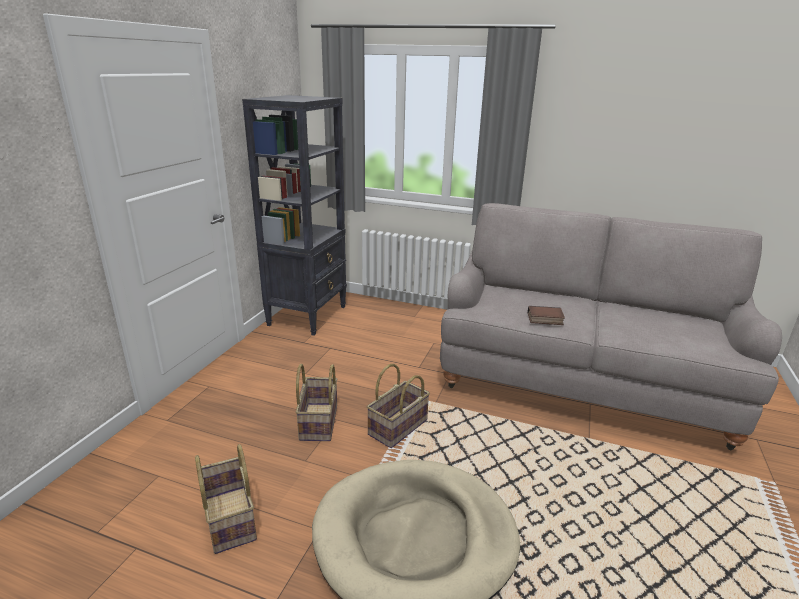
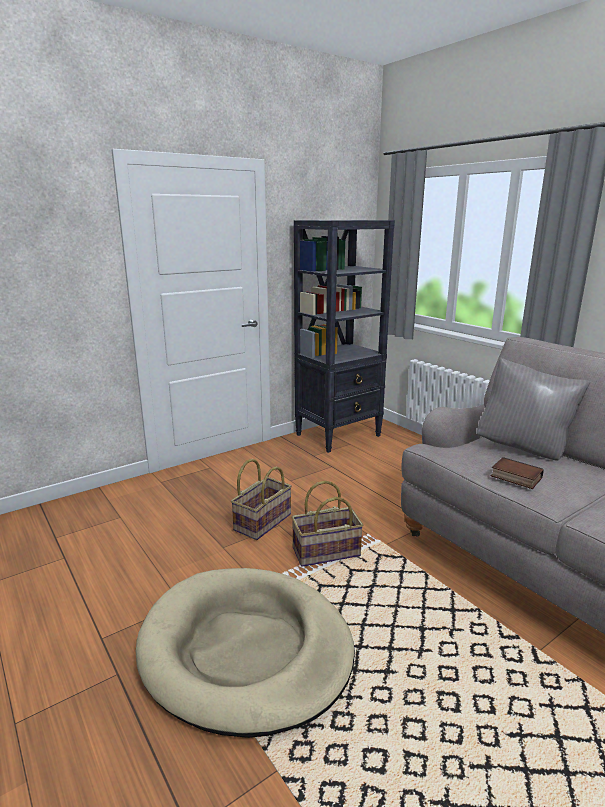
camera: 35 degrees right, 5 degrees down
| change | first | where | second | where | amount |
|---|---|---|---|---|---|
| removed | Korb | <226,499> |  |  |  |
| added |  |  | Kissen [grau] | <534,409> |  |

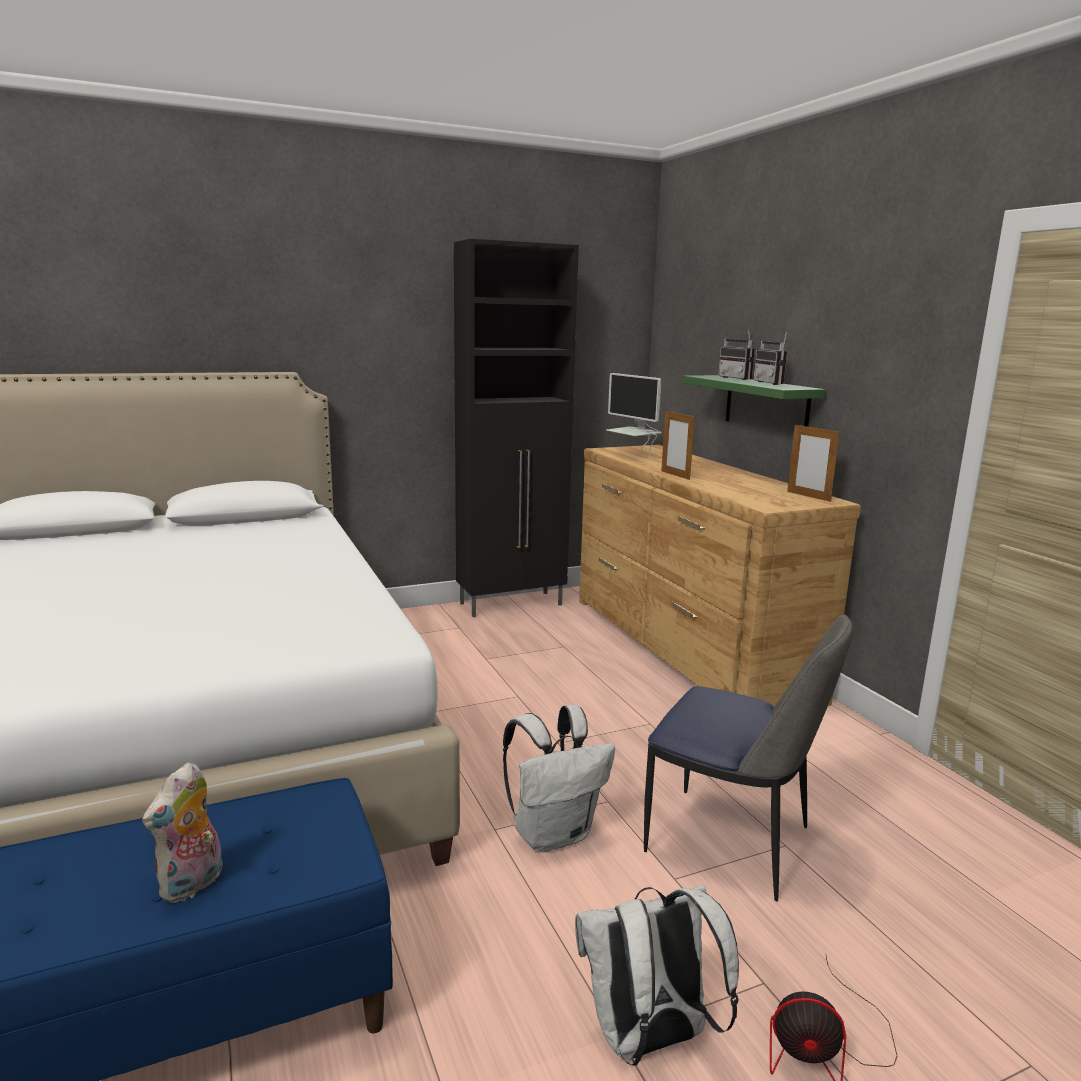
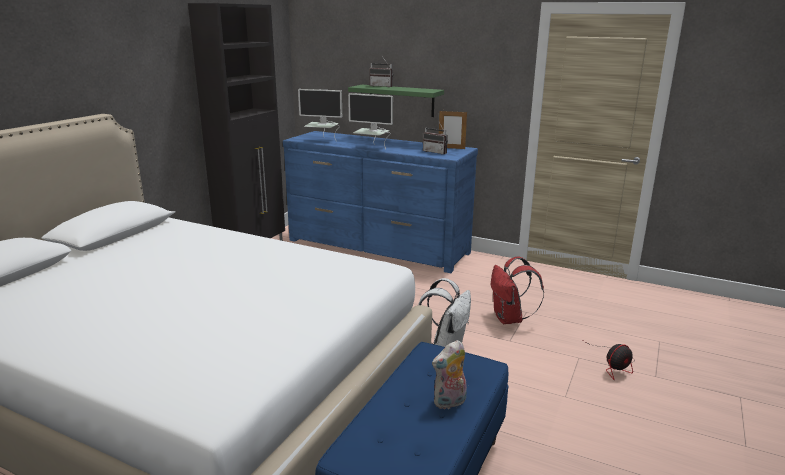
camera: 40 degrees left, 5 degrees up
| change | first | where | second | where | amount |
|---|---|---|---|---|---|
| removed | Rucksack [weiß] | <657,975> |  |  |  |
| moved | Radio | <770,358> |  | <435,138> |  |
| replaced | Stuhl | <748,757> | Rucksack [rot] | <517,290> |  |
| replaced | Bilderrahmen | <678,444> | Monitor | <370,121> |  |
| recoloured | Kommode [braun] | <720,576> | Kommode [blau] | <380,202> |  |
| turned | Plüschtier | <182,832> |  | <449,374> | 75 degrees clockwise |

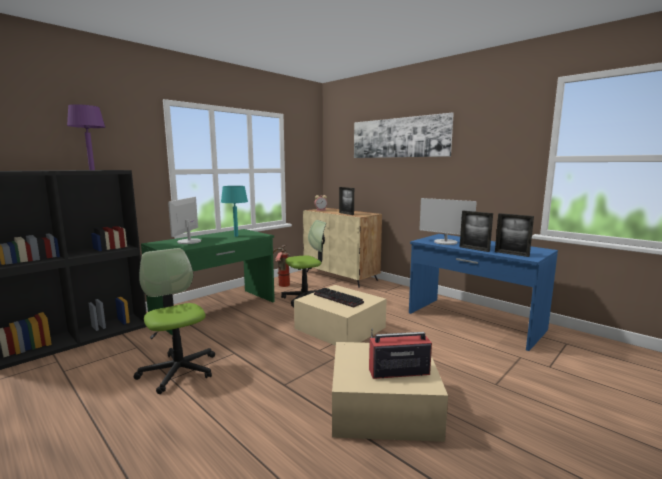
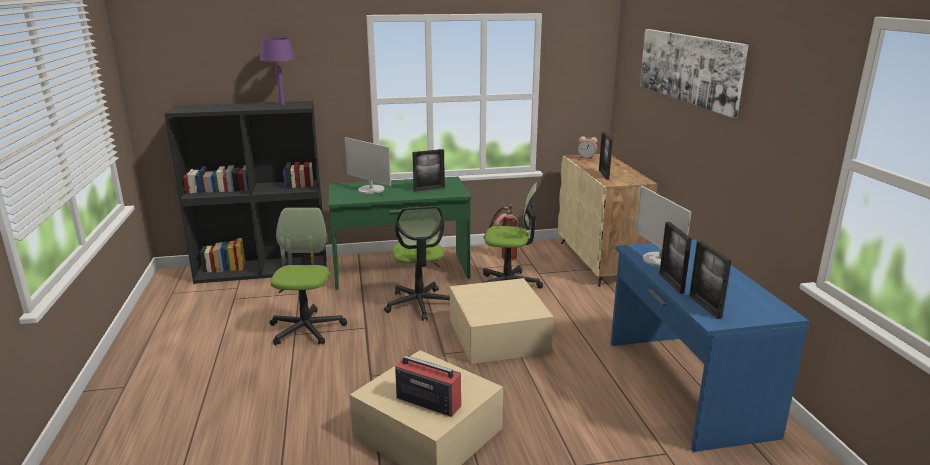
camera: 35 degrees right, 10 degrees up
| change | first | where | second | where | amount |
|---|---|---|---|---|---|
| removed | Tastatur | <339,298> |  |  |  |
| added |  |  | Bürostuhl | <417,263> |  |
| replaced | Tischlampe [türkis] | <234,211> | Bilderrahmen | <428,170> |  |
| turned | Monitor | <184,220> |  | <368,165> | 90 degrees counterclockwise |

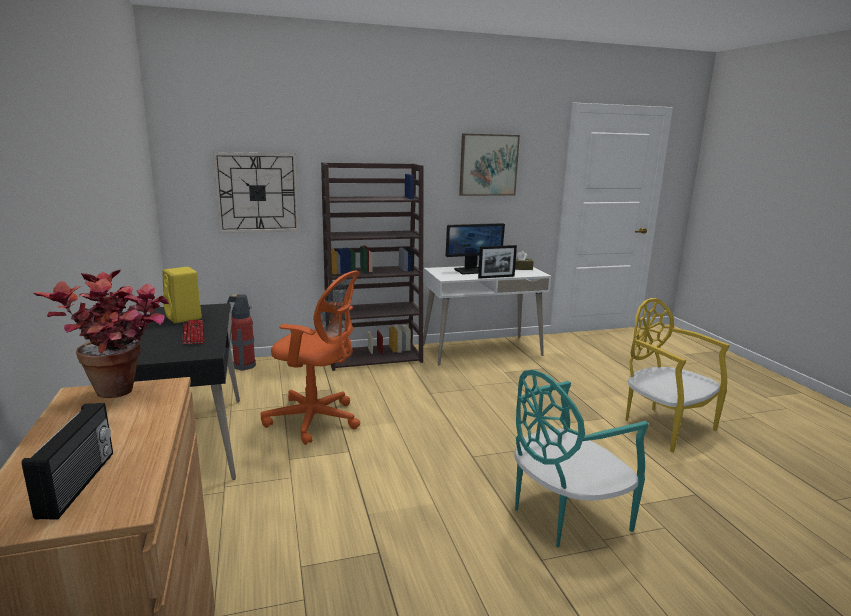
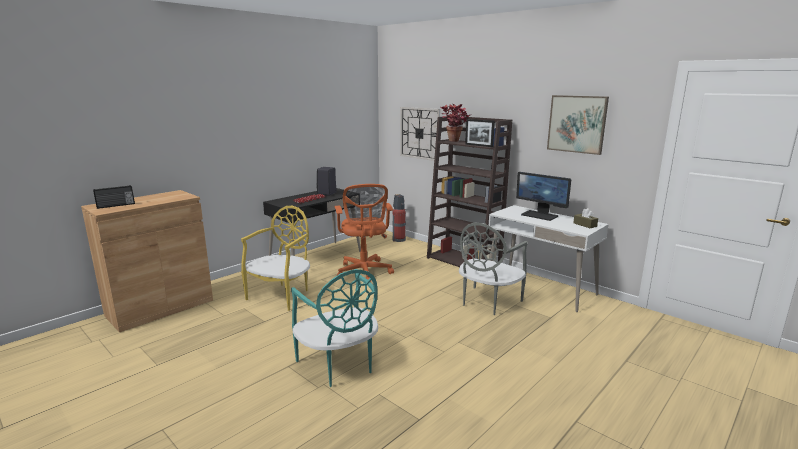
camera: 60 degrees right, 0 degrees up
| change | first | where | second | where | amount |
|---|---|---|---|---|---|
| added |  |  | Stuhl [grau] | <493,268> |  |
| moved | Topfpflanze | <101,334> |  | <455,123> |  |
| moved | Bilderrahmen | <497,262> |  | <480,133> |  |
| moved | Stuhl [gelb] | <678,375> |  | <275,258> |  |
| recoloured | Lautsprecher [gelb] | <182,295> | Lautsprecher [schwarz] | <326,181> |  |
| turned | Stuhl [türkis] | <581,458> |  | <334,328> | 150 degrees counterclockwise |

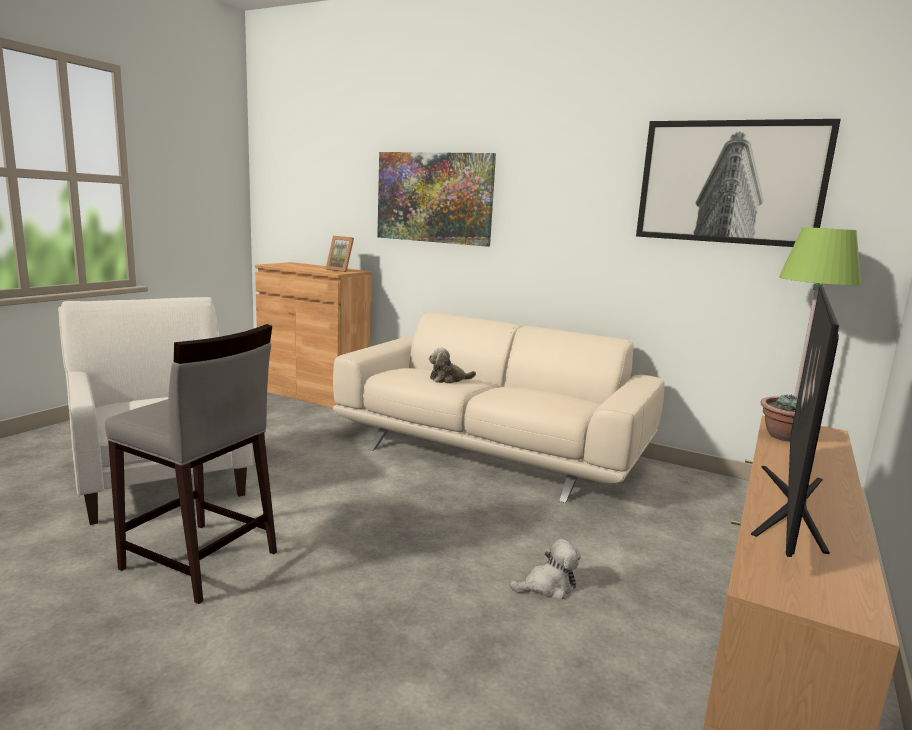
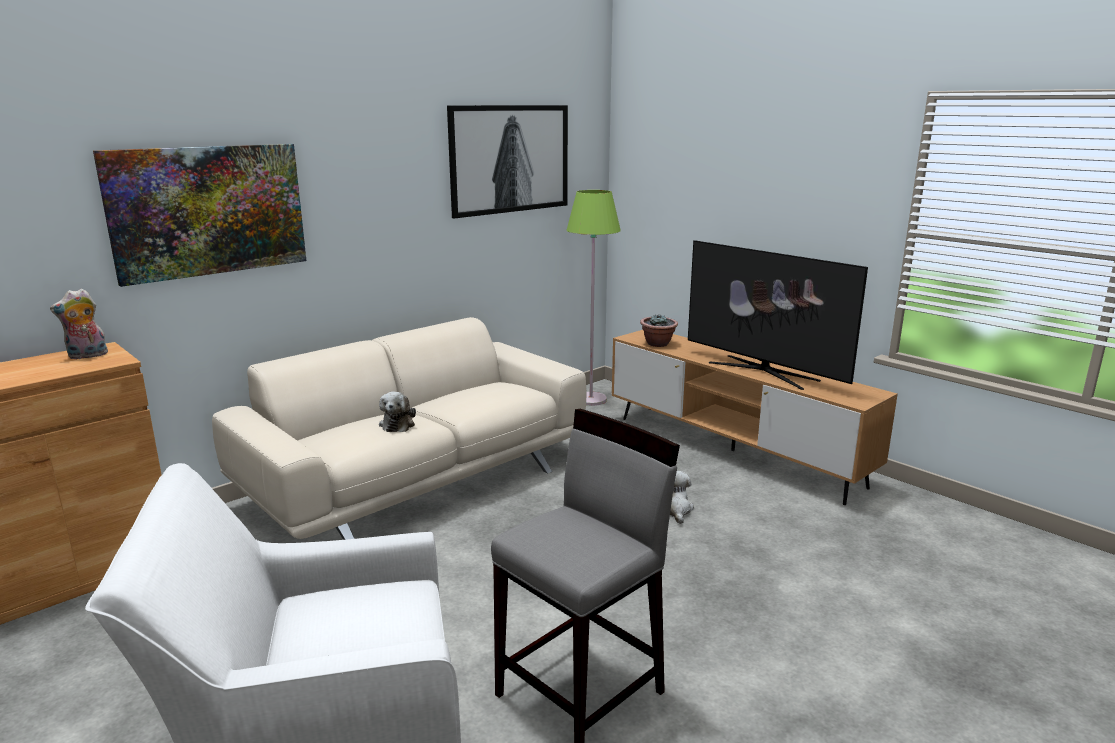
camera: 70 degrees left, 5 degrees up
| change | first | where | second | where | amount |
|---|---|---|---|---|---|
| replaced | Bilderrahmen | <340,254> | Plüschtier | <79,323> |  |

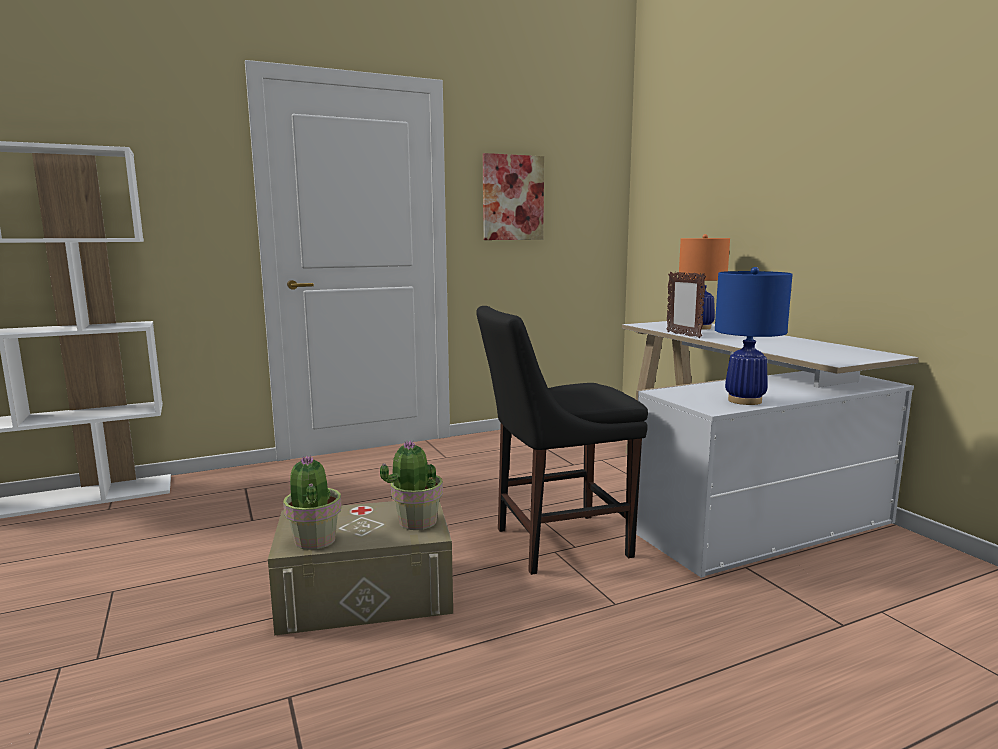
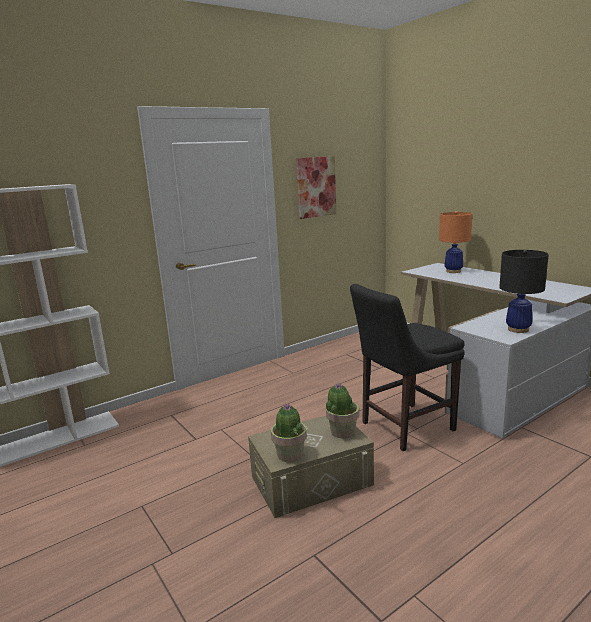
camera: 10 degrees left, 5 degrees up
| change | first | where | second | where | amount |
|---|---|---|---|---|---|
| removed | Bilderrahmen | <686,305> |  |  |  |
| recoloured | Tischlampe [blau] | <754,336> | Tischlampe [schwarz] | <524,291> |  |

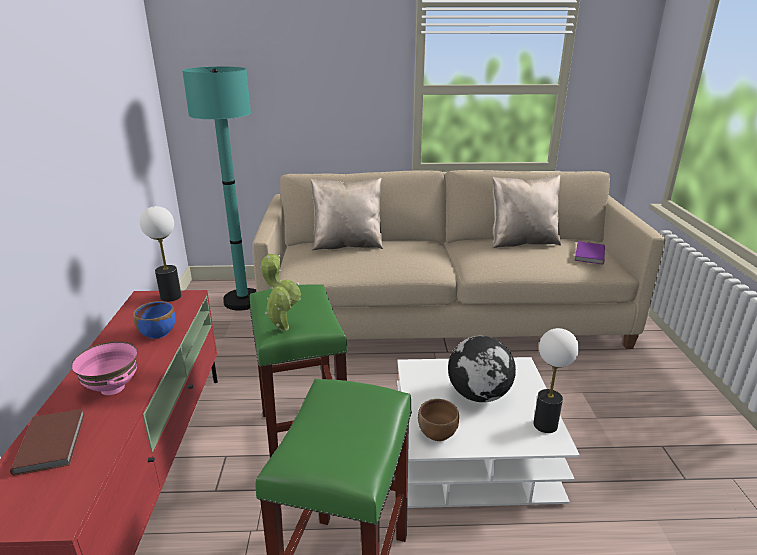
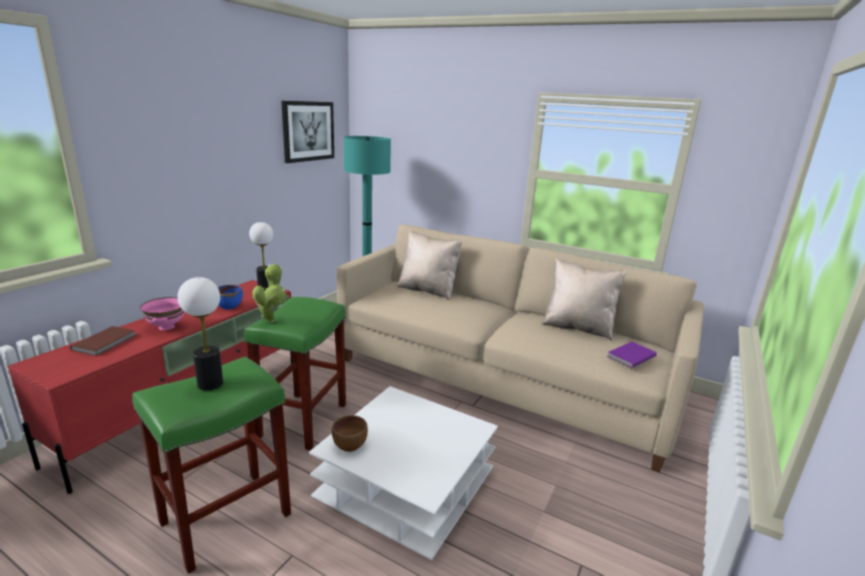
camera: 30 degrees right, 5 degrees down
| change | first | where | second | where | amount |
|---|---|---|---|---|---|
| removed | Globus | <482,369> |  |  |  |
| added |  |  | Bild | <307,132> |  |
| moved | Tischlampe | <556,380> |  | <200,333> |  |

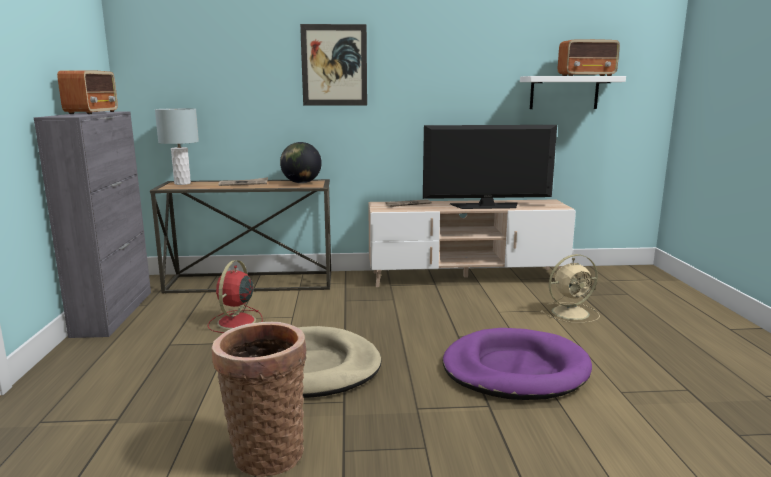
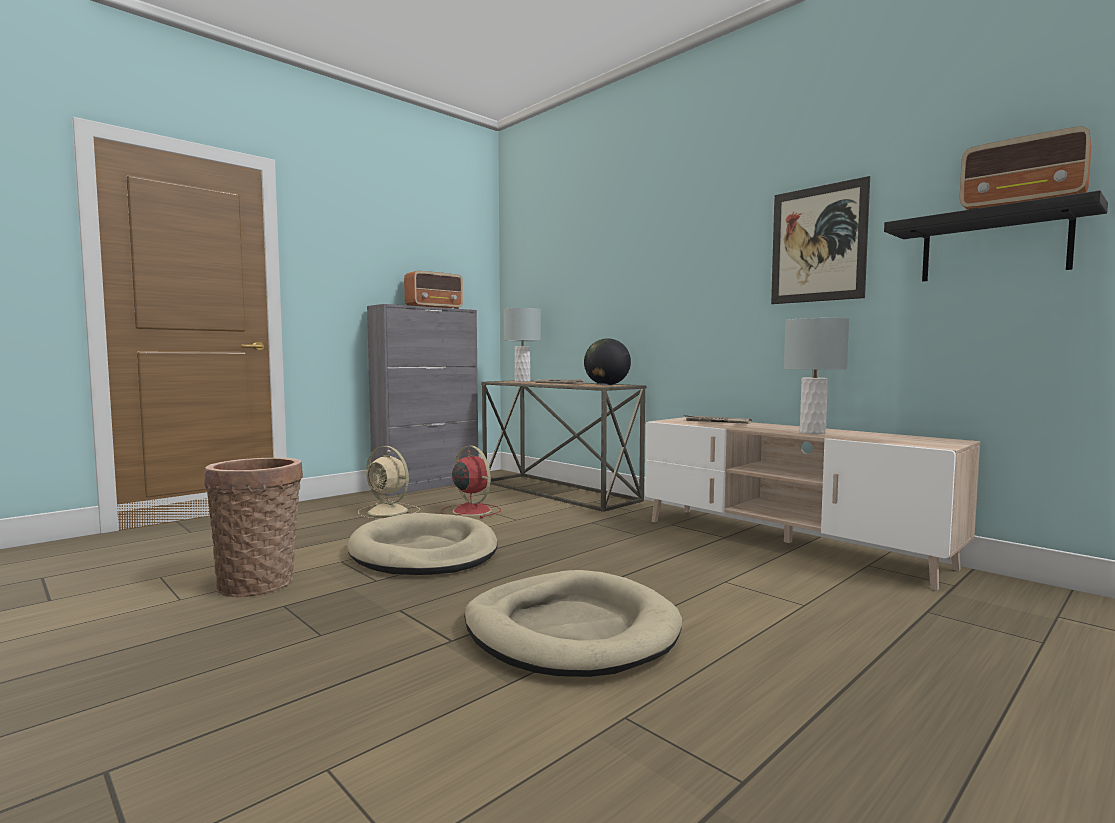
camera: 50 degrees right, 10 degrees down
| change | first | where | second | where | amount |
|---|---|---|---|---|---|
| moved | Bild | <333,65> |  | <820,240> |  |
| moved | Ventilator [beige] | <570,288> |  | <389,482> |  |
| replaced | Fernseher | <490,167> | Tischlampe [grau] | <816,376> |  |
| recoloured | Hundebett [lila] | <517,364> | Hundebett [beige] | <573,623> |  |
| recoloured | Wandregal [weiß] | <573,92> | Wandregal [schwarz] | <996,236> |  |
| turned | Ventilator [rot] | <235,296> |  | <471,481> | 75 degrees clockwise |

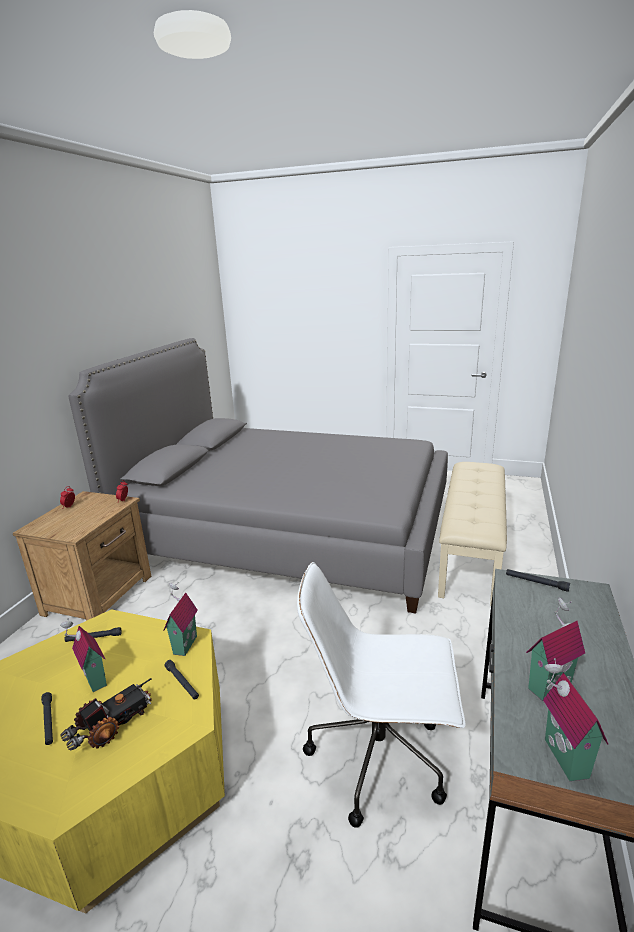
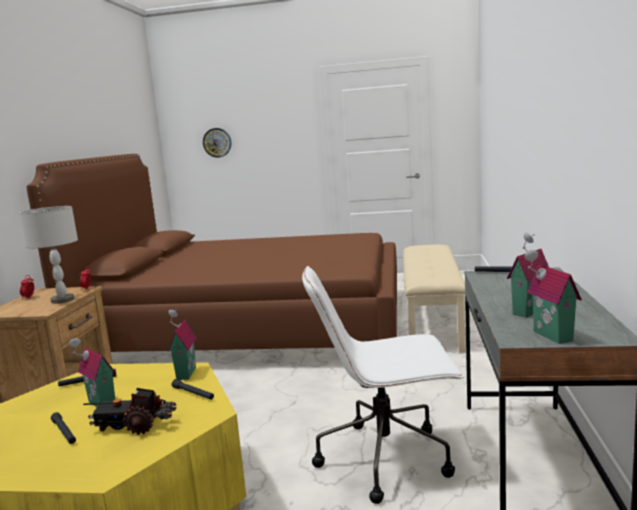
camera: 10 degrees left, 10 degrees down
| change | first | where | second | where | amount |
|---|---|---|---|---|---|
| added |  |  | Tischlampe [grau] | <49,255> |  |
| added |  |  | Wanduhr | <217,143> |  |
| recoloured | Bett [grau] | <258,475> | Bett [braun] | <212,253> |  |
| turned | Spielzeuglaster | <106,714> |  | <130,411> | 120 degrees counterclockwise |

